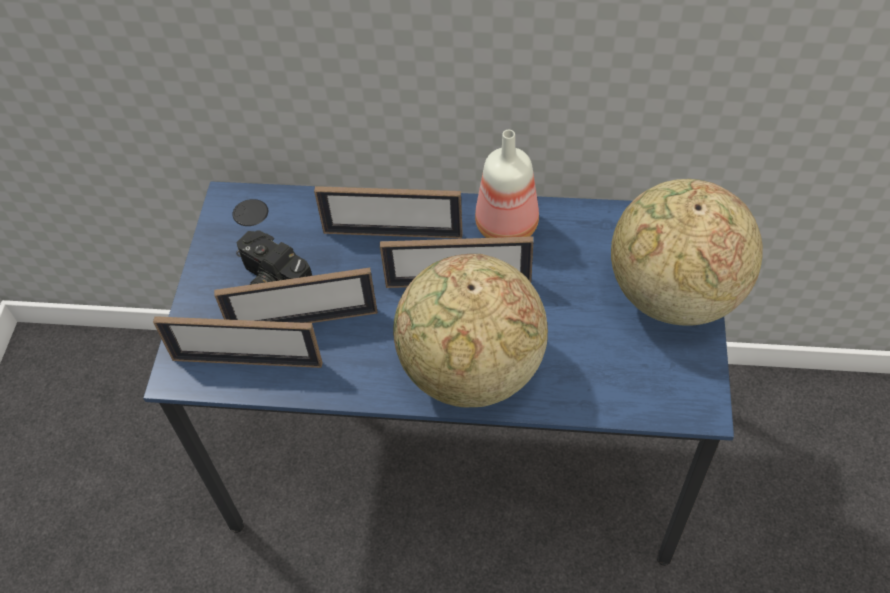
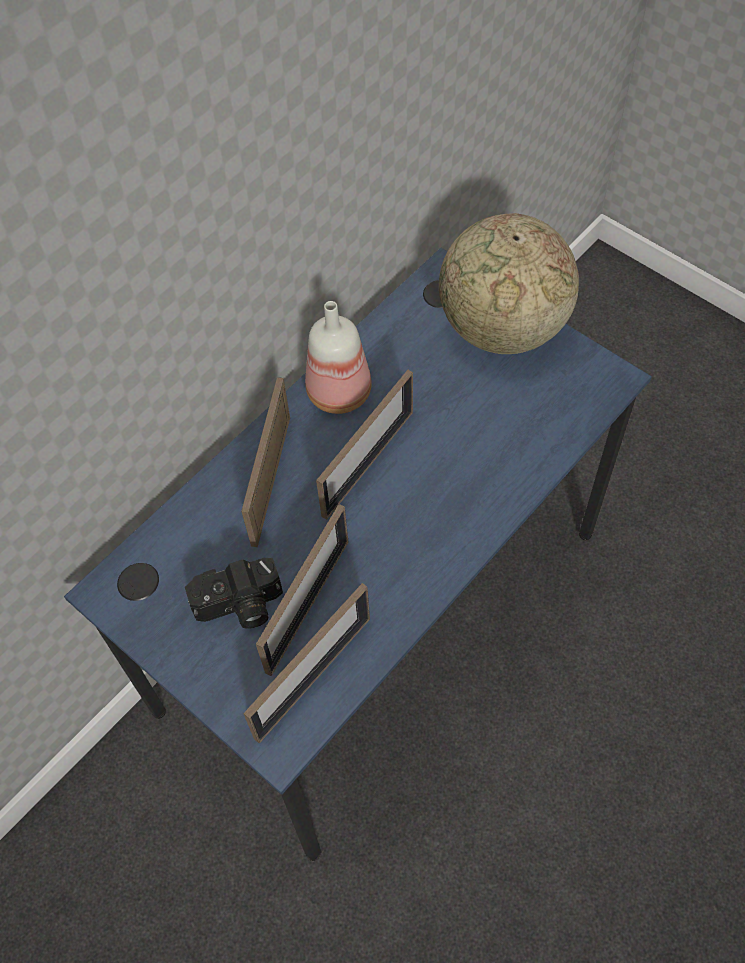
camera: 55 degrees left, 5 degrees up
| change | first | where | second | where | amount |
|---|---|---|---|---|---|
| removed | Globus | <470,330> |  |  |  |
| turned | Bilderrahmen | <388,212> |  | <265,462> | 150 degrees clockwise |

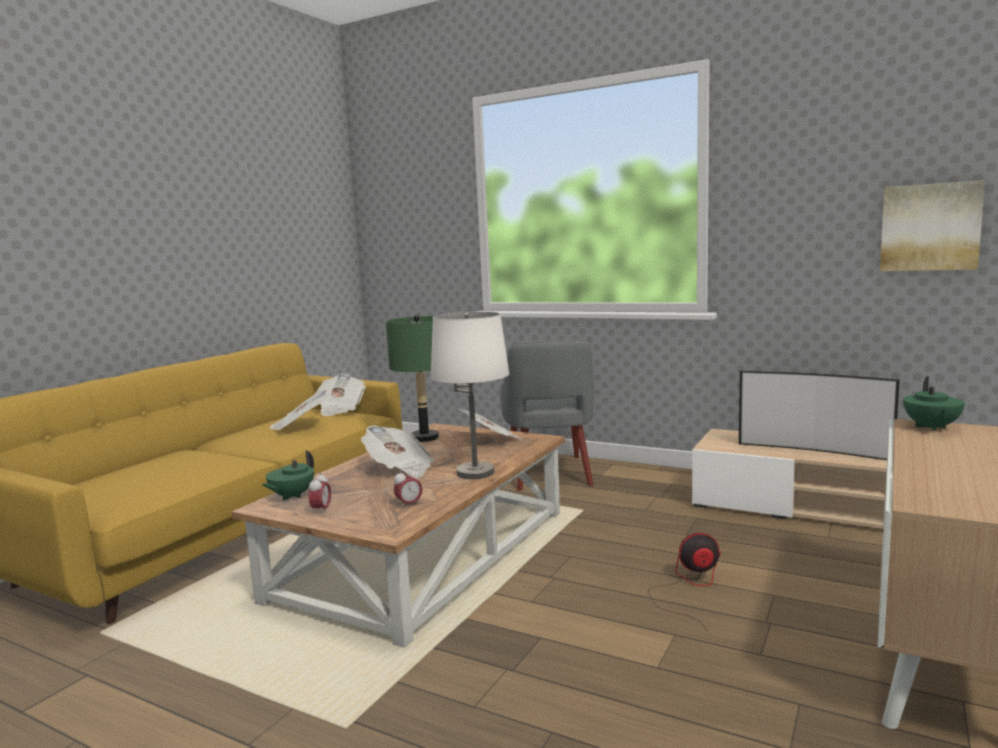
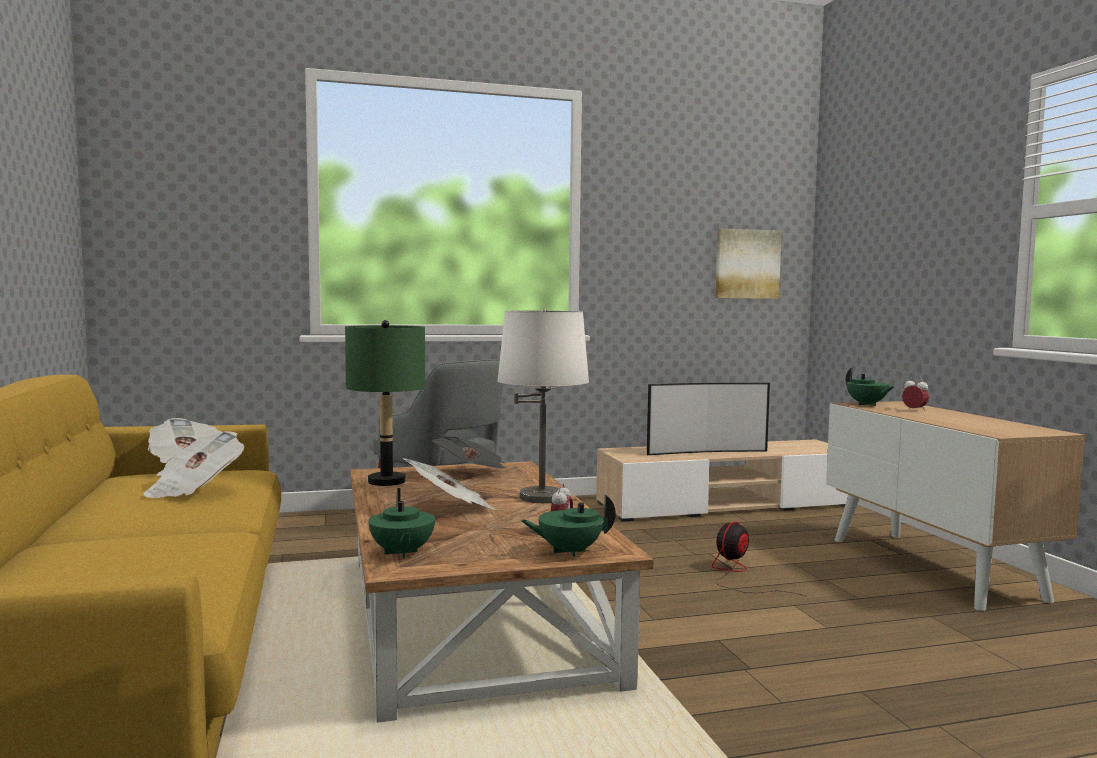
camera: 45 degrees left, 5 degrees down
| change | first | where | second | where | amount |
|---|---|---|---|---|---|
| added |  |  | Teekanne [grün] | <568,526> |  |
| moved | Wecker | <320,493> |  | <915,394> |  |

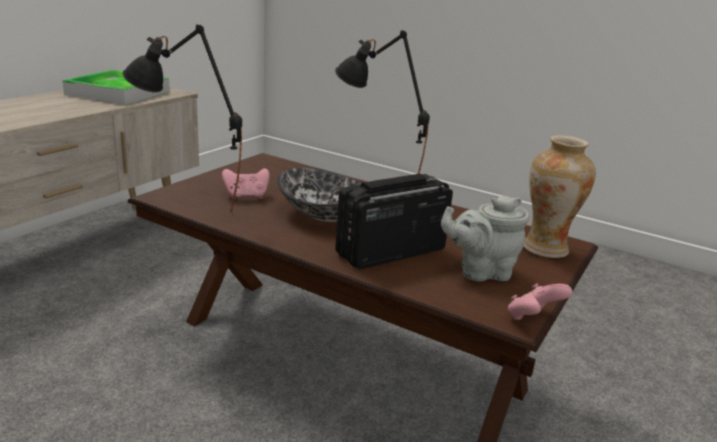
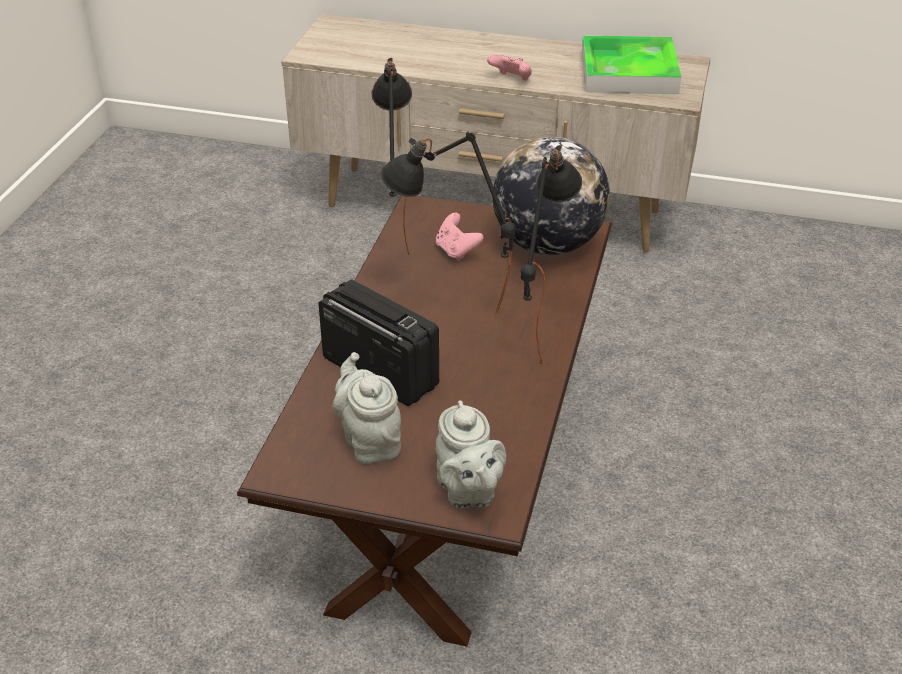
camera: 75 degrees right, 15 degrees up
| change | first | where | second | where | amount |
|---|---|---|---|---|---|
| added |  |  | Globus | <551,196> |  |
| moved | Gamepad [rosa] | <540,301> |  | <509,68> |  |
| replaced | Schüssel | <320,194> | Tischlampe [schwarz] | <448,222> |  |
| replaced | Vase | <560,196> | Teekanne [grau] | <471,454> |  |

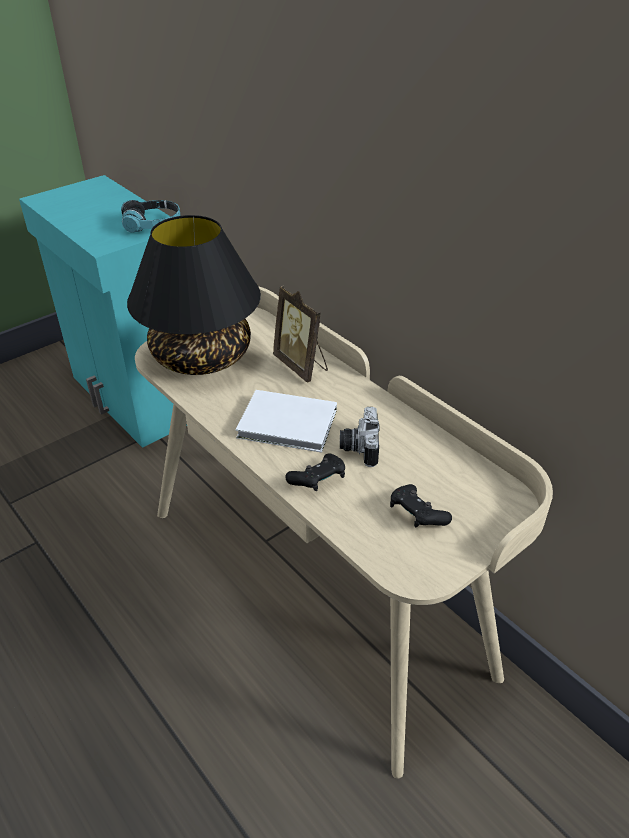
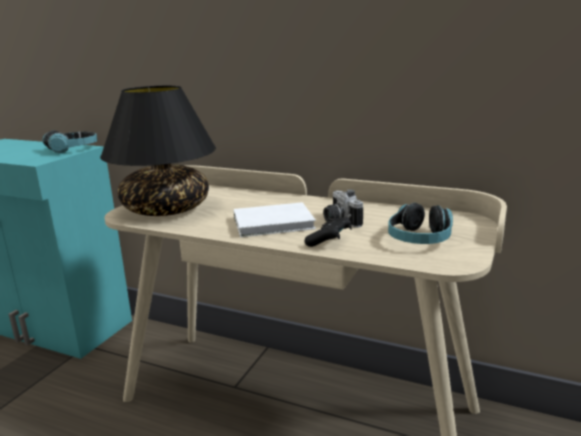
camera: 25 degrees left, 20 degrees down
| change | first | where | second | where | amount |
|---|---|---|---|---|---|
| removed | Bilderrahmen | <300,334> |  |  |  |
| replaced | Gamepad [schwarz] | <421,505> | Kopfhörer | <420,223> |  |

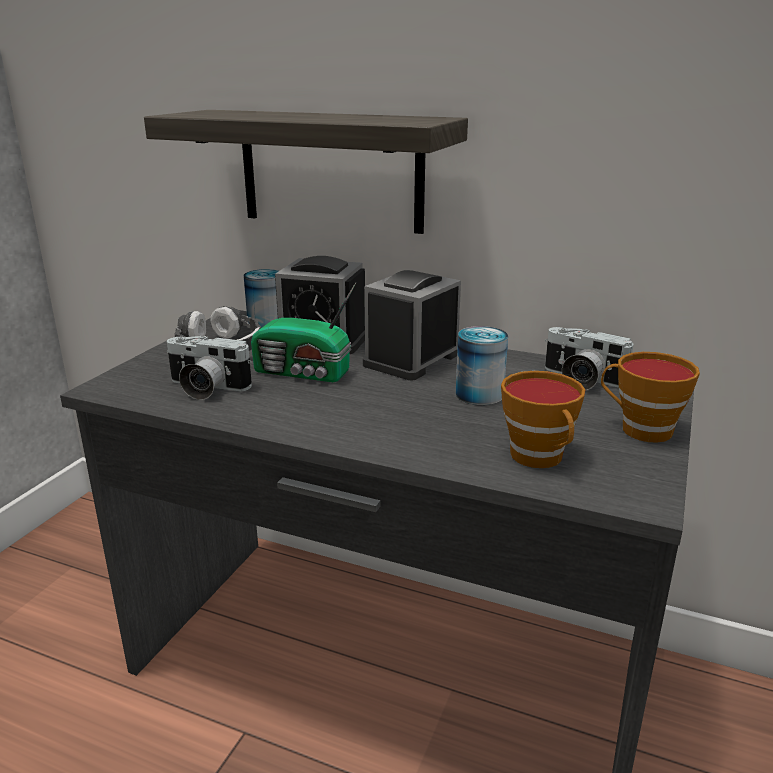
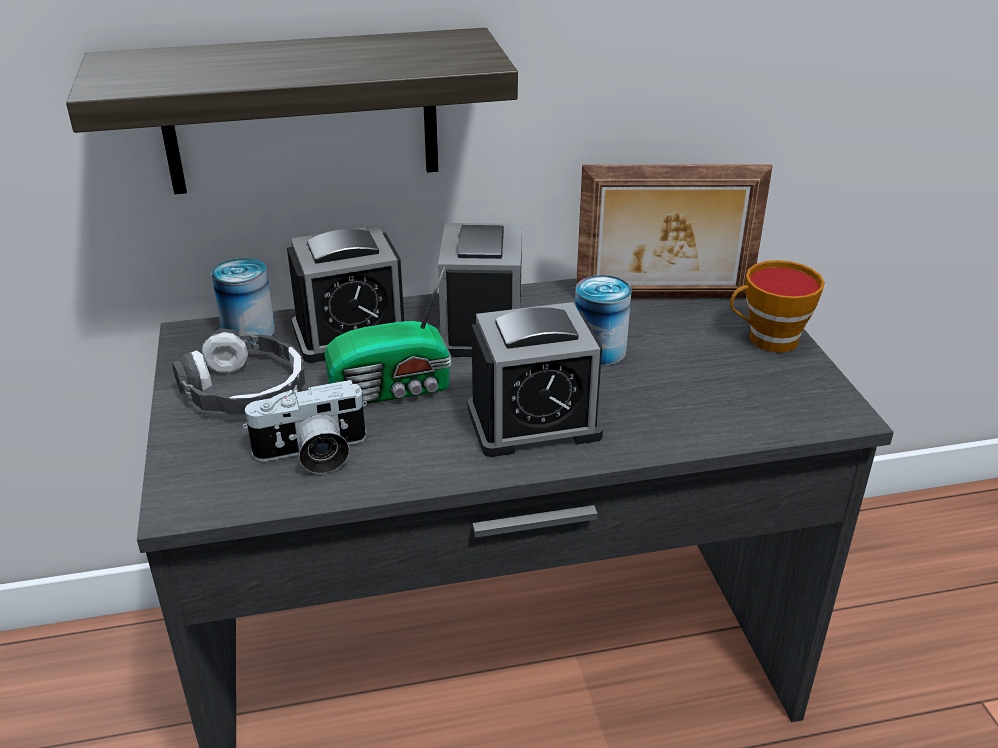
camera: 35 degrees left, 10 degrees up
| change | first | where | second | where | amount |
|---|---|---|---|---|---|
| removed | Tasse | <543,419> |  |  |  |
| added |  |  | Wecker | <536,379> |  |
| replaced | Kamera | <589,358> | Bilderrahmen | <674,231> |  |

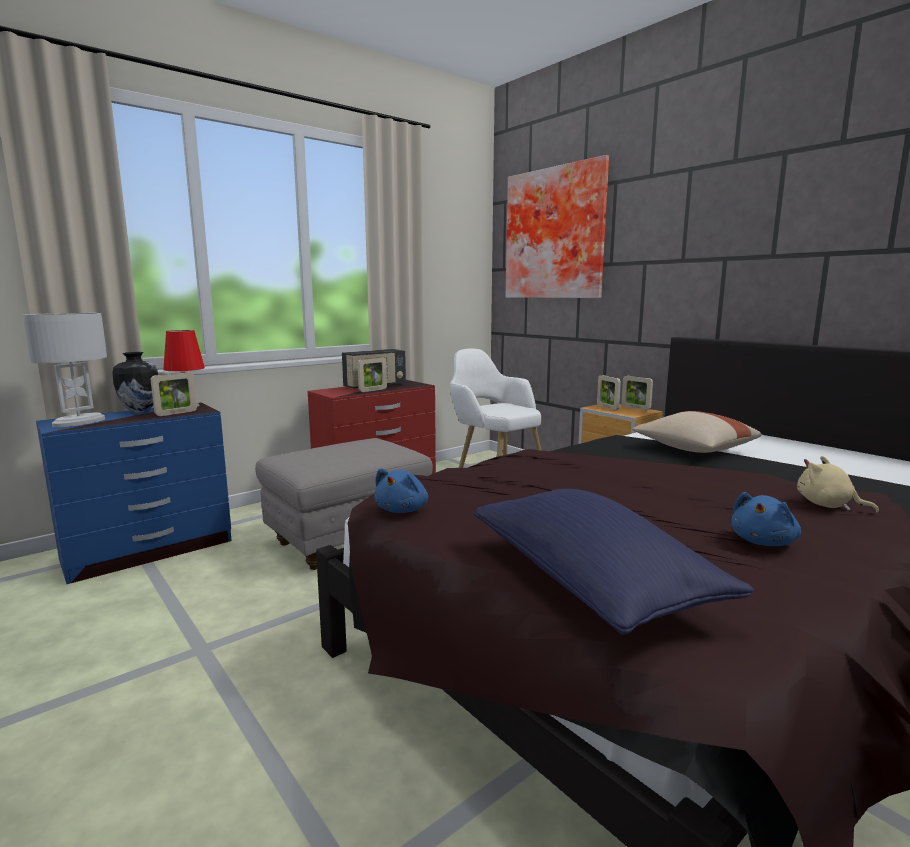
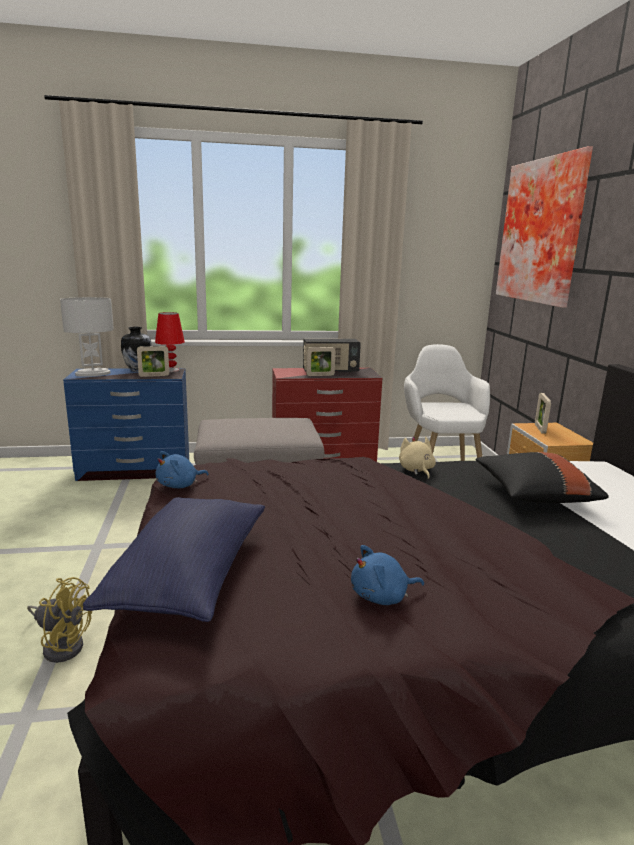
camera: 30 degrees right, 5 degrees up
| change | first | where | second | where | amount |
|---|---|---|---|---|---|
| removed | Bilderrahmen | <637,393> |  |  |  |
| added |  |  | Ventilator [gelb] | <59,620> |  |
| moved | Plüschtier [beige] | <838,484> |  | <417,457> |  |
| recoloured | Kissen [beige] | <697,432> | Kissen [schwarz] | <542,477> |  |

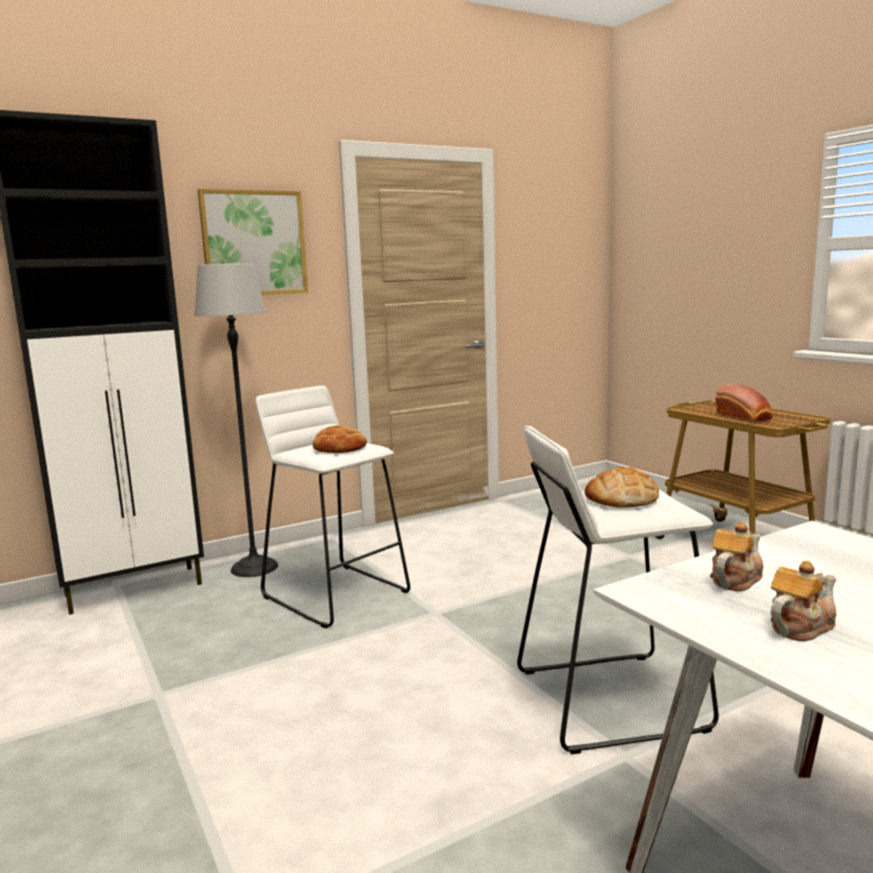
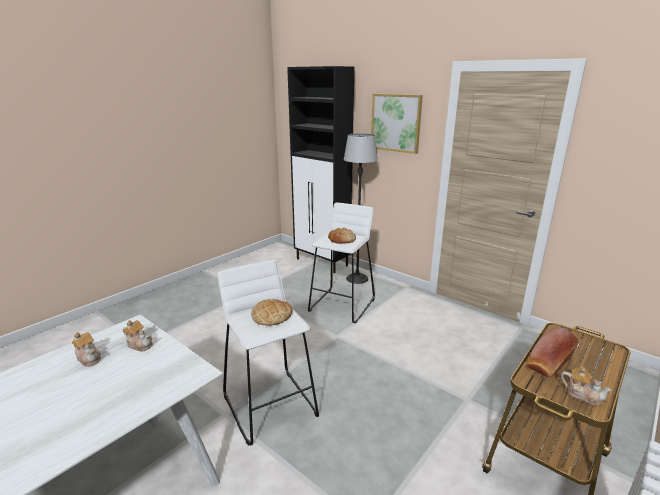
camera: 70 degrees right, 10 degrees up
| change | first | where | second | where | amount |
|---|---|---|---|---|---|
| added |  |  | Teekanne | <586,386> |  |

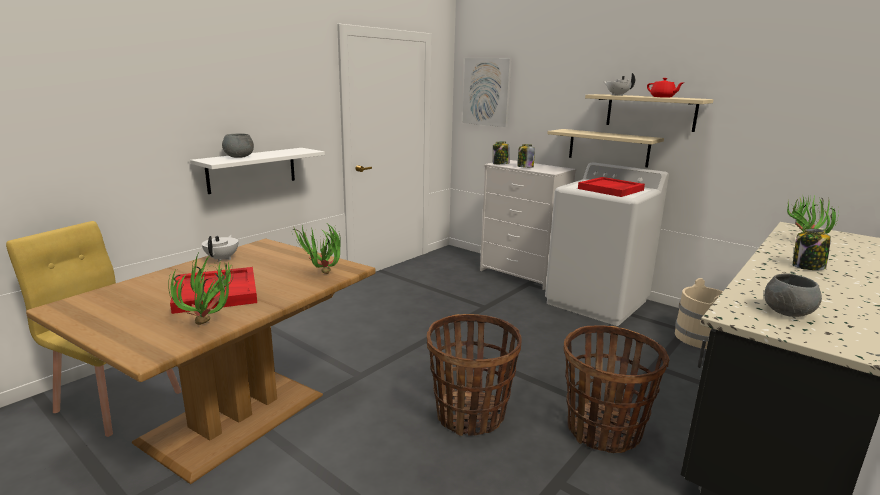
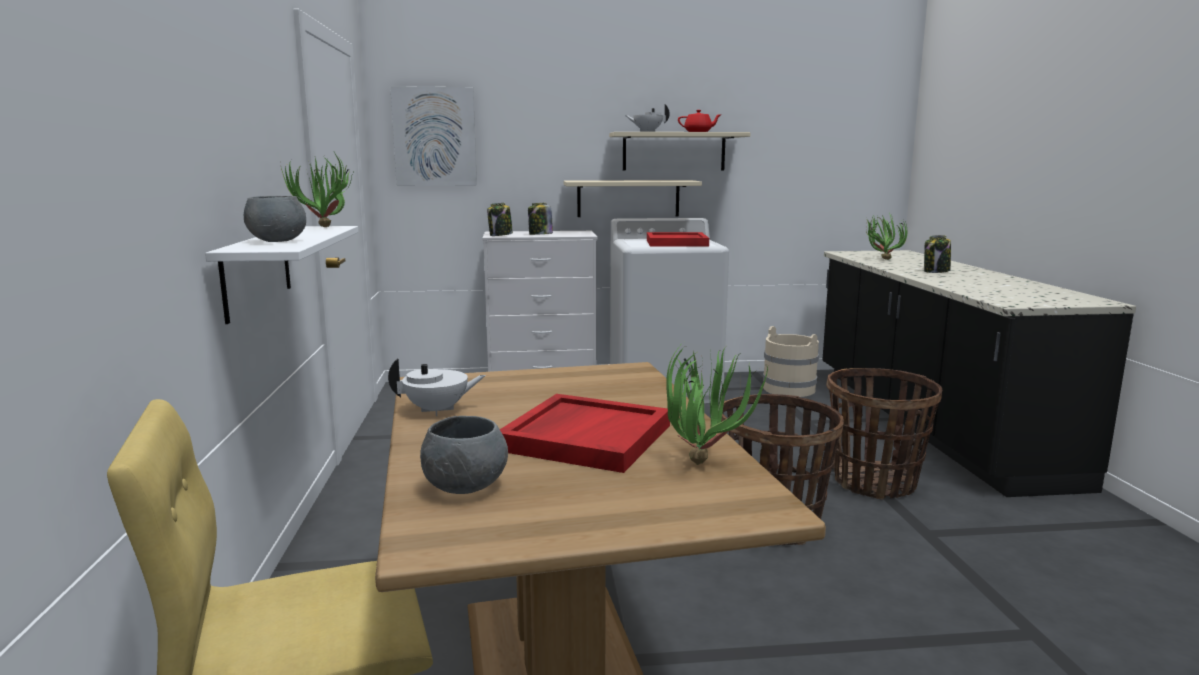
camera: 45 degrees left, 5 degrees down
| change | first | where | second | where | amount |
|---|---|---|---|---|---|
| moved | Topfpflanze | <317,249> |  | <318,189> |  |
| moved | Schüssel [grau] | <793,295> |  | <464,455> |  |
| turned | Teekanne [weiß] | <220,248> |  | <437,387> | 120 degrees clockwise |

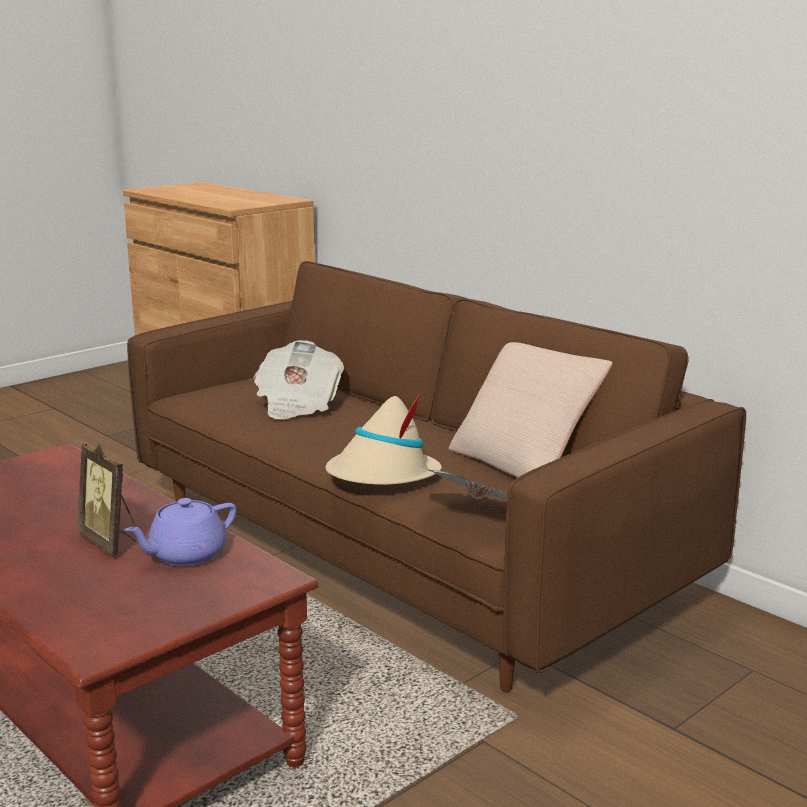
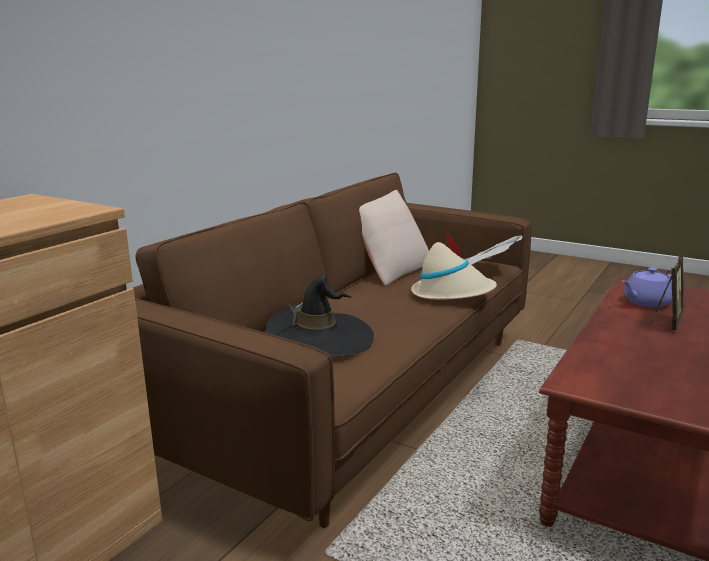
camera: 105 degrees left, 0 degrees up
| change | first | where | second | where | amount |
|---|---|---|---|---|---|
| replaced | Zeitung | <298,379> | Hut [schwarz] | <320,315> |  |
| turned | Teekanne [lila] | <180,532> |  | <647,287> | 120 degrees clockwise |

